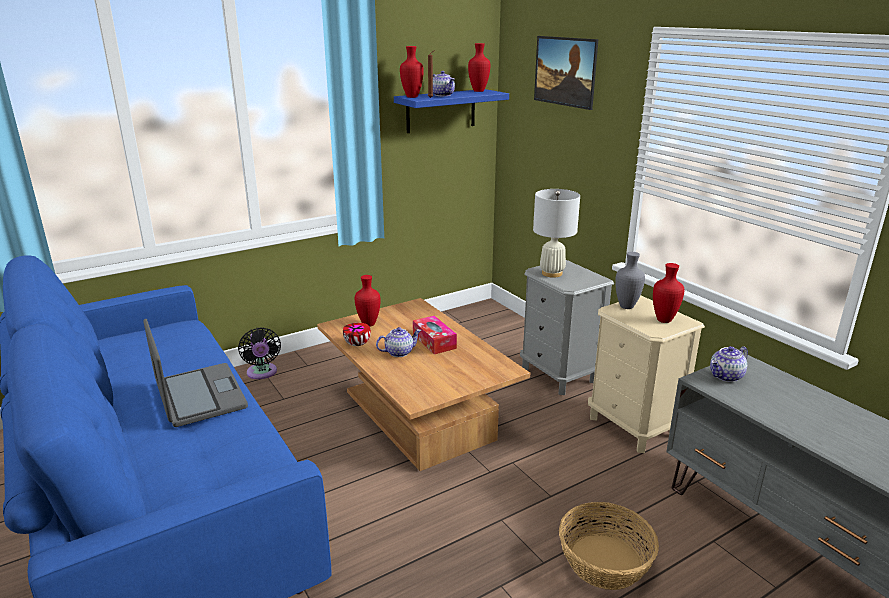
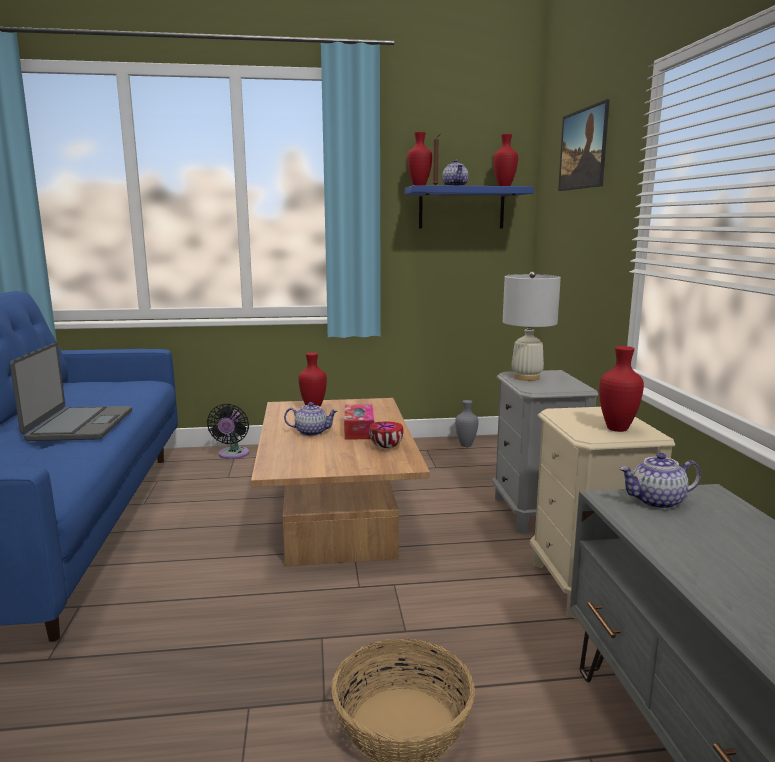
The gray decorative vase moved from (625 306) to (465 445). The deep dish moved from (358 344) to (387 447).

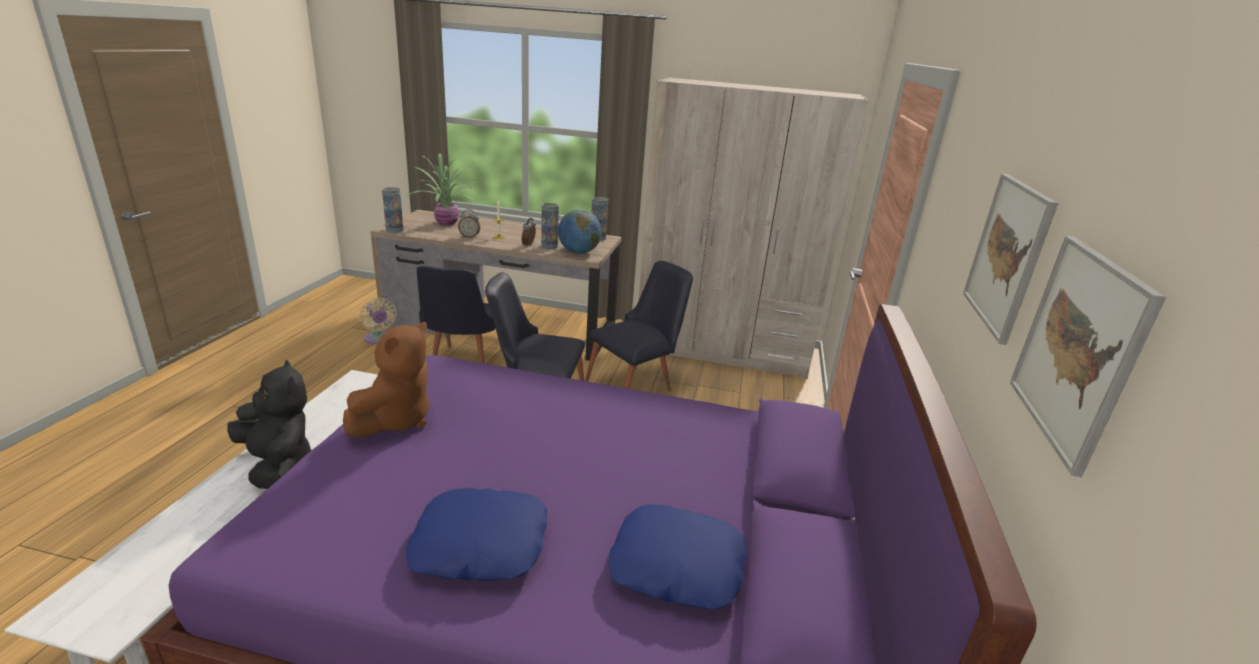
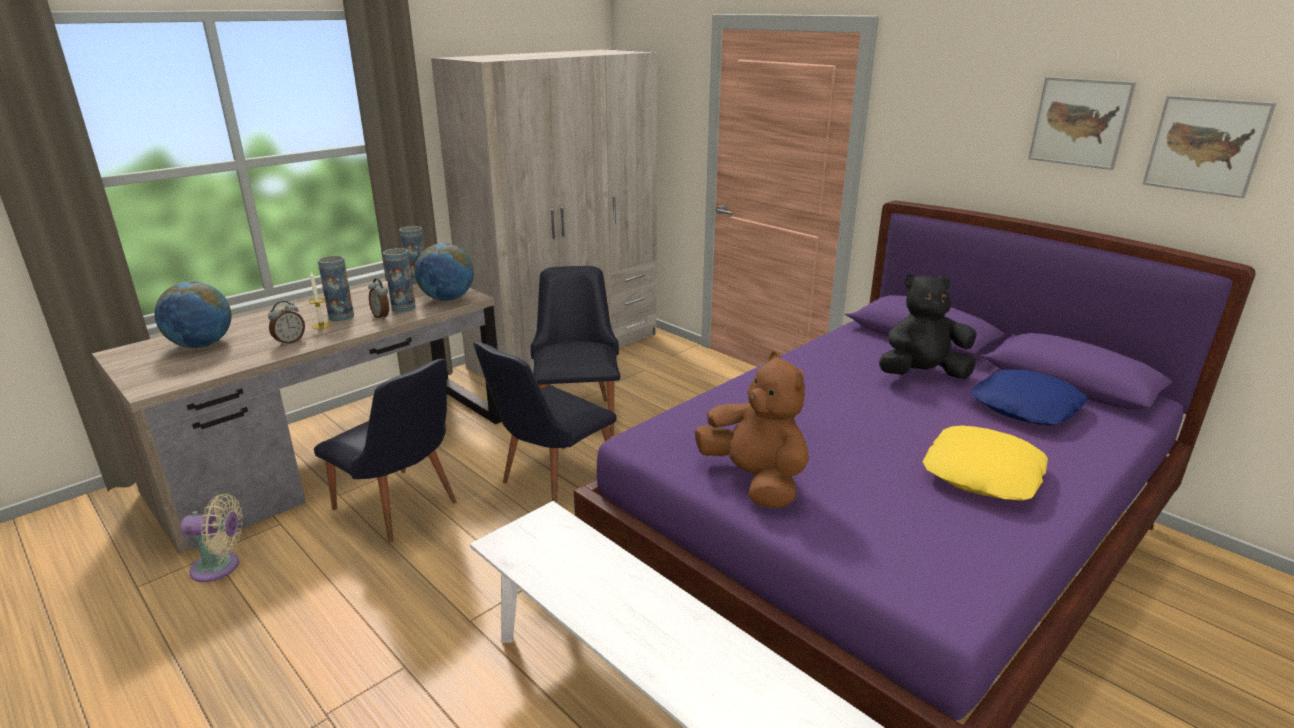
The potted plant at (447 223) was replaced by the desk globe at (202 345). The decorative vase moved from (394 230) to (341 316). The blackish soft toy moved from (277 464) to (922 375). The bluish cushion at (479 545) became the yellow-coloured cushion at (983 474).

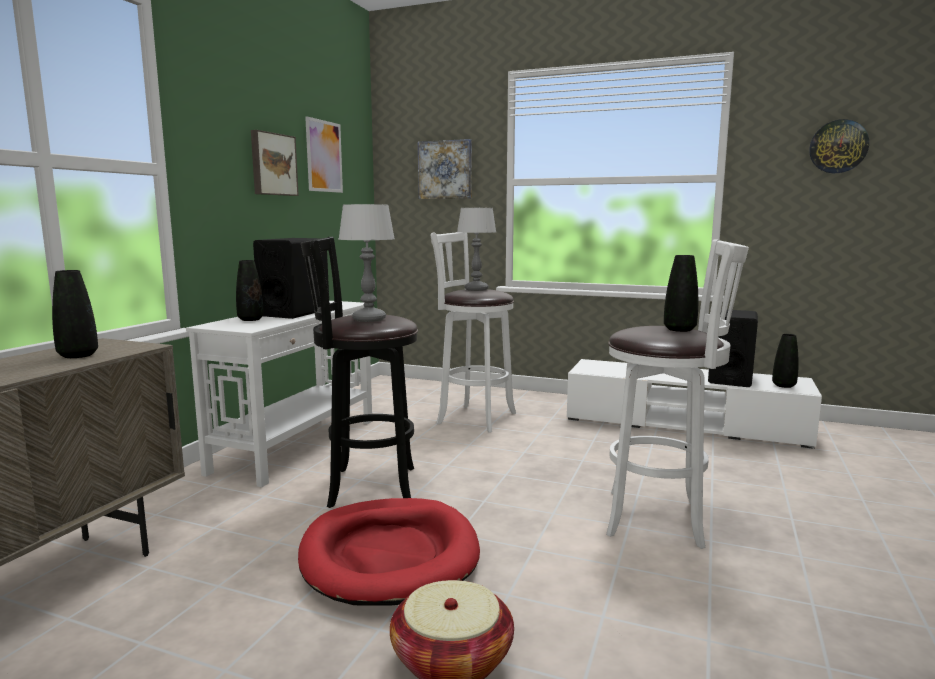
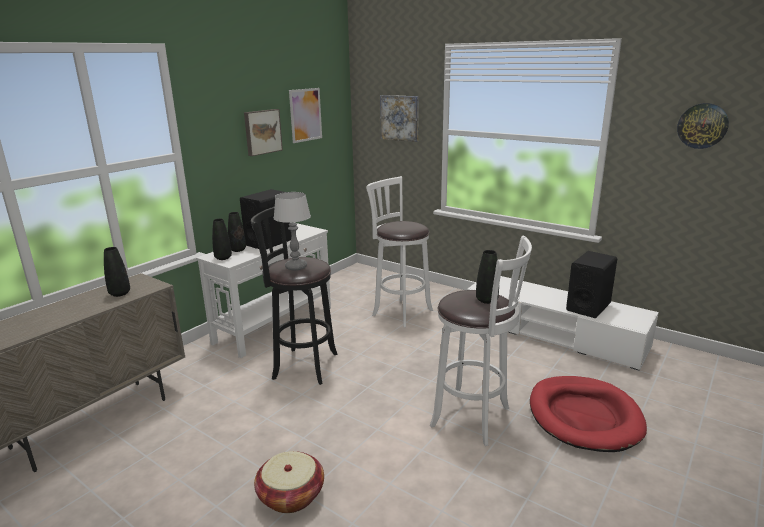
The tabletop lamp at (476 289) disappeared. The blackish decorative vase moved from (783 385) to (223 258). The red-coloured dog cushion moved from (389 556) to (584 416).

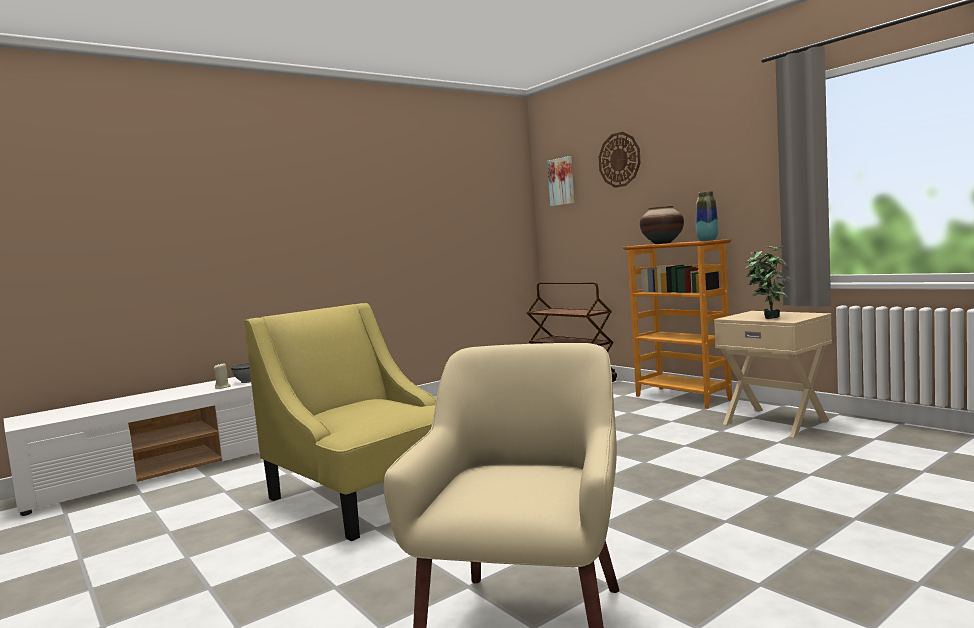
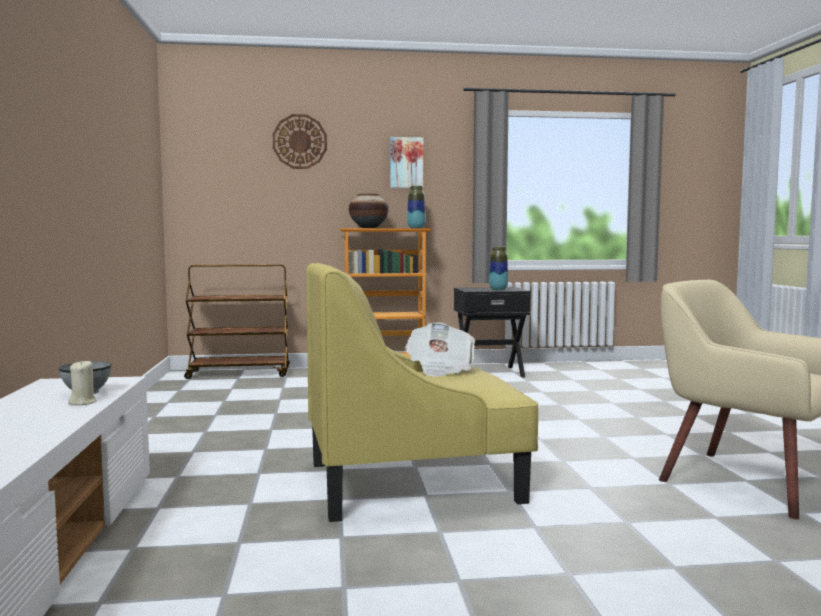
The picture moved from (562 181) to (406 163). The potted plant at (768 318) was replaced by the decorative vase at (498 289). The beige nightstand at (776 422) became the blackish nightstand at (489 372). The newspaper at (440 369) appeared.

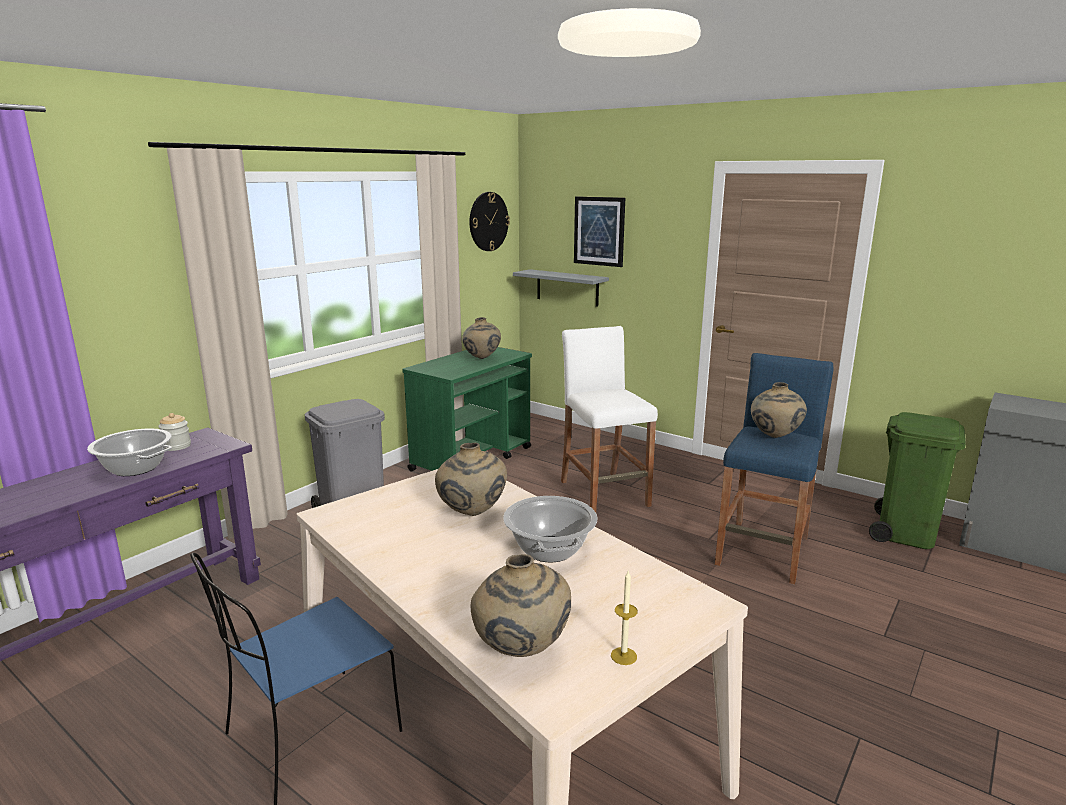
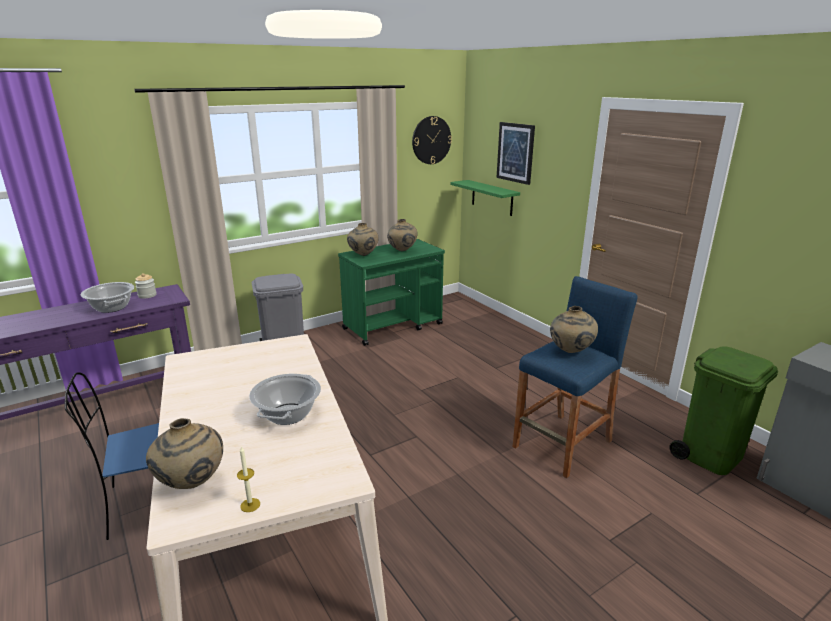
The gray wall shelf at (567 287) became the green wall shelf at (492 197). The white-coloured stool seat at (604 493) disappeared. The beige decorative vase moved from (472 514) to (363 255).

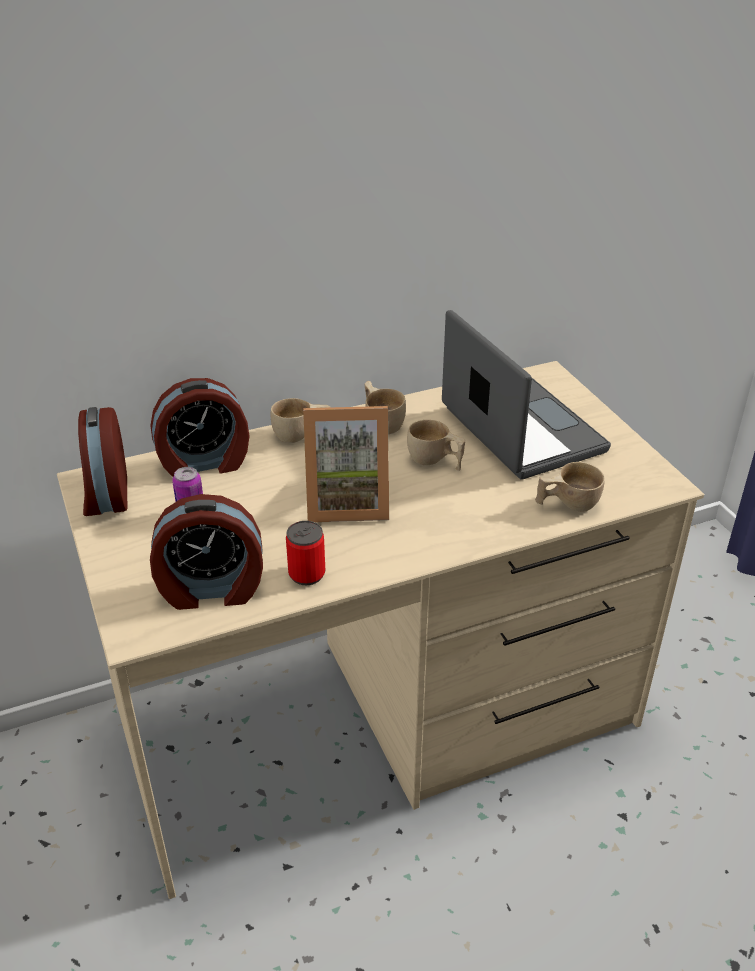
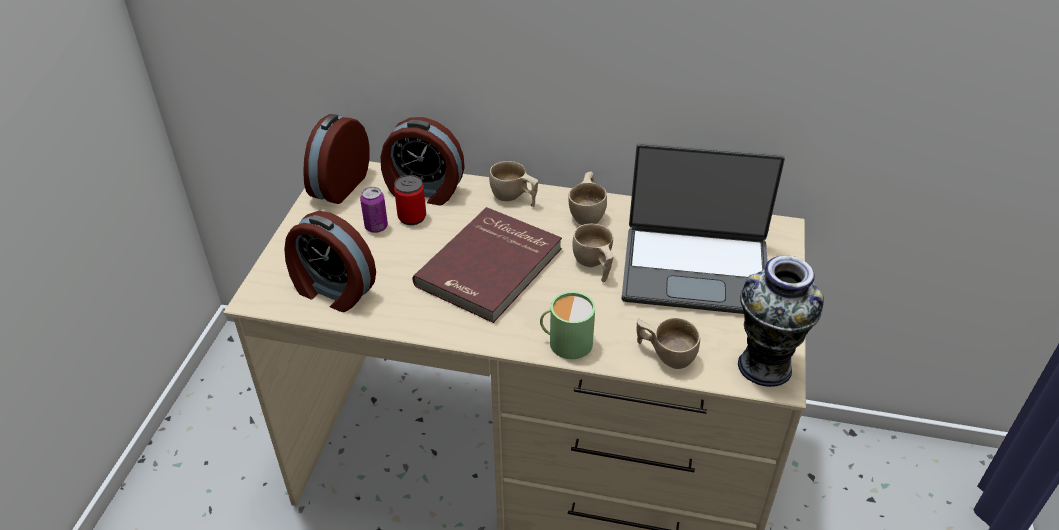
The laptop at (519 430) turned 90 degrees clockwise. The picture frame at (347 502) was replaced by the red-coloured bound book at (491 268). The metal can moved from (307 574) to (412 217). The decorative vase at (764 367) appeared. The green tea mug at (566 341) appeared.

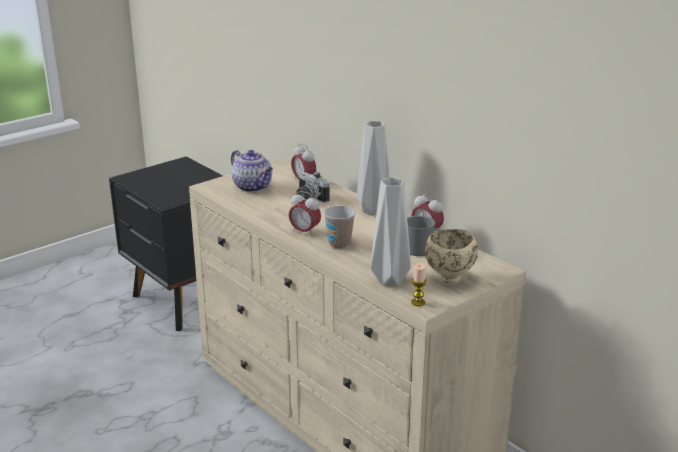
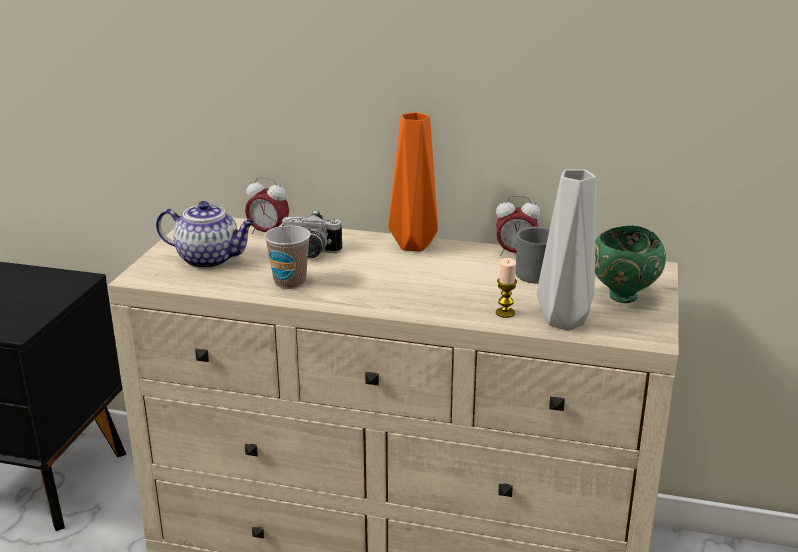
The gray decorative vase at (374 211) became the orange-coloured decorative vase at (415 246). The alarm clock at (304 232) disappeared. The small cup moved from (339 244) to (290 282). The beige deep dish at (448 279) became the green deep dish at (623 298). The wax light moved from (418 302) to (505 313).

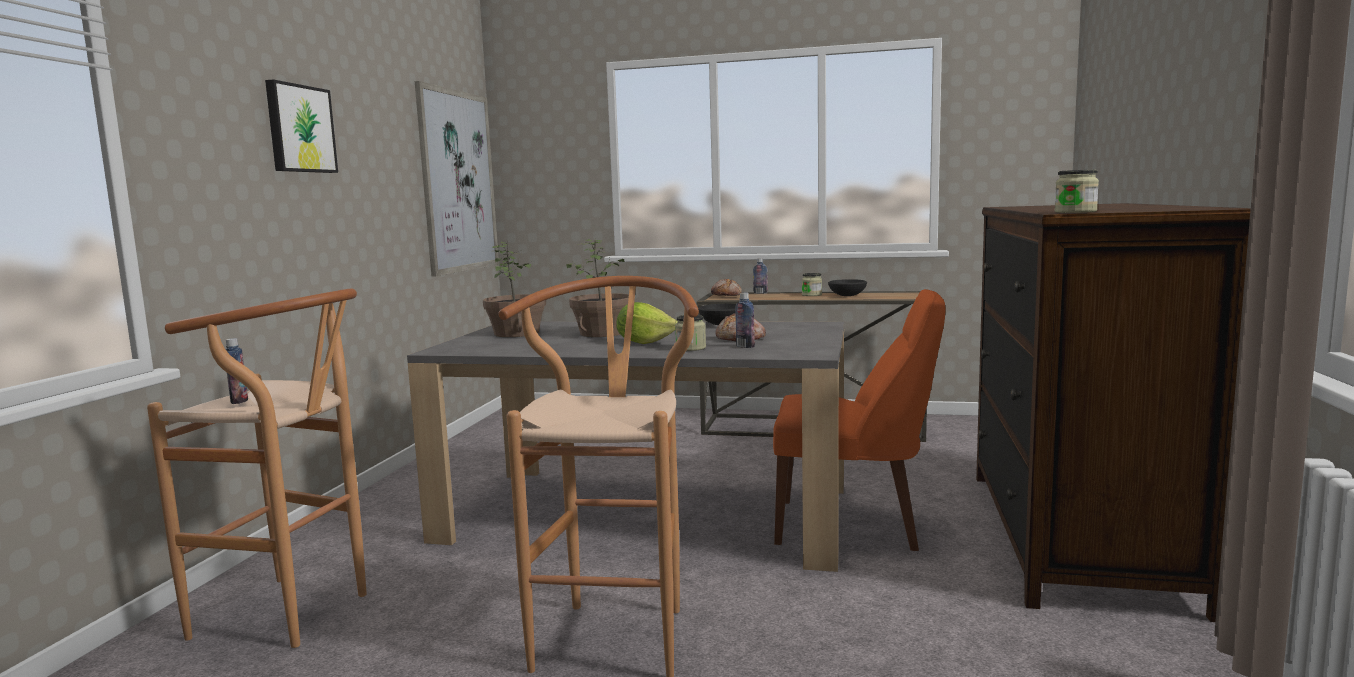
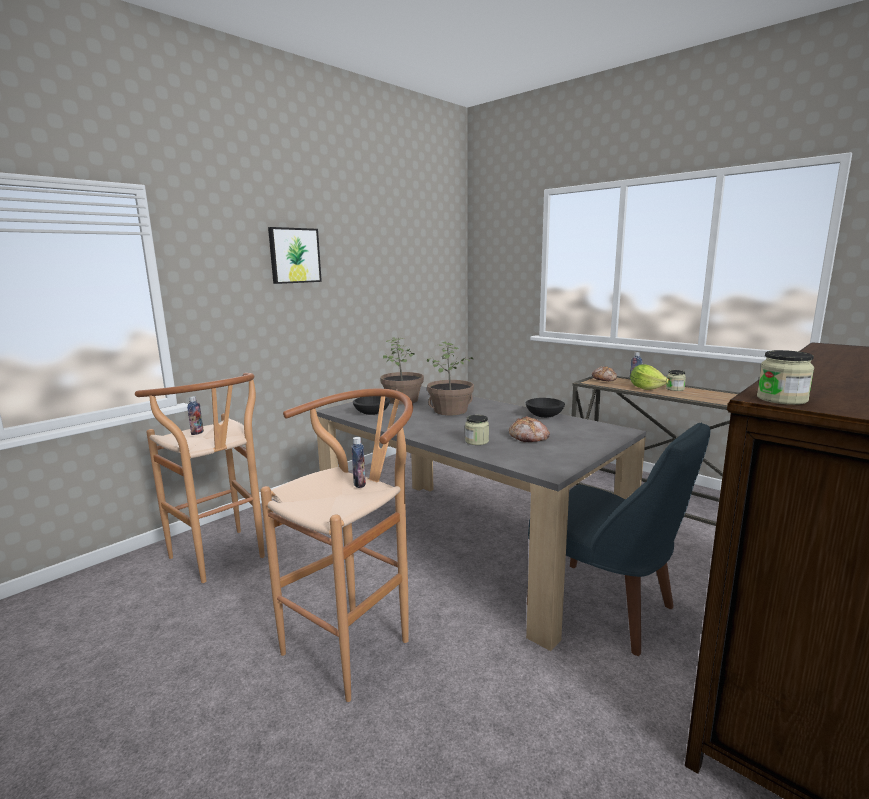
The picture at (458 181) disappeared. The blackish deep dish moved from (847 295) to (372 413). The orange-coloured upright chair at (854 525) became the bluish upright chair at (606 608). The drink bottle moved from (745 346) to (359 484). The lettuce head moved from (644 342) to (646 388).

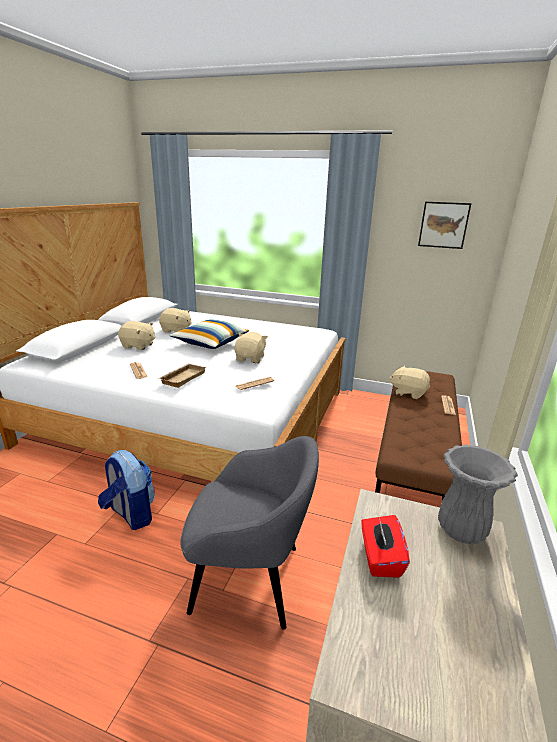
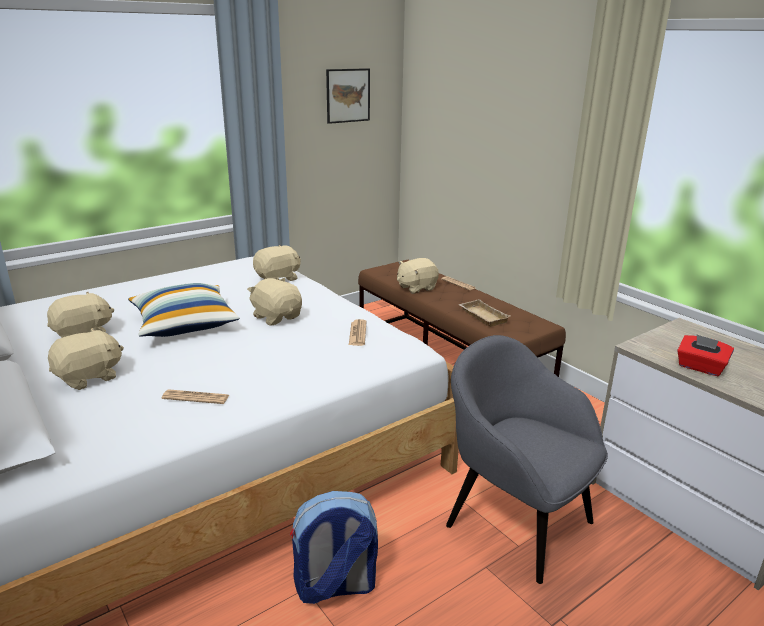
The beige carrying tray moved from (182 377) to (481 316). The gray armchair at (249 578) turned 90 degrees counterclockwise. The gray decorative vase at (460 531) disappeared. The beige soft toy at (278 279) appeared.

